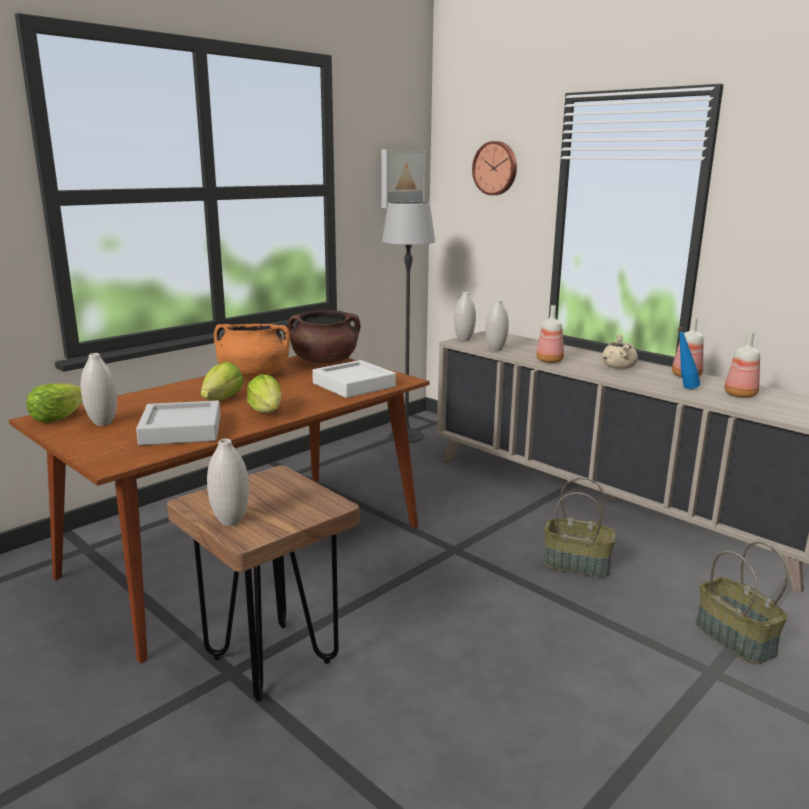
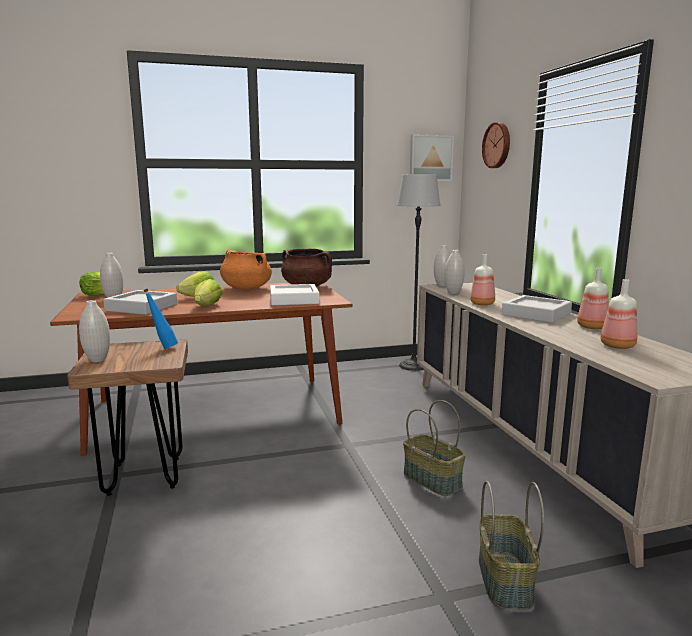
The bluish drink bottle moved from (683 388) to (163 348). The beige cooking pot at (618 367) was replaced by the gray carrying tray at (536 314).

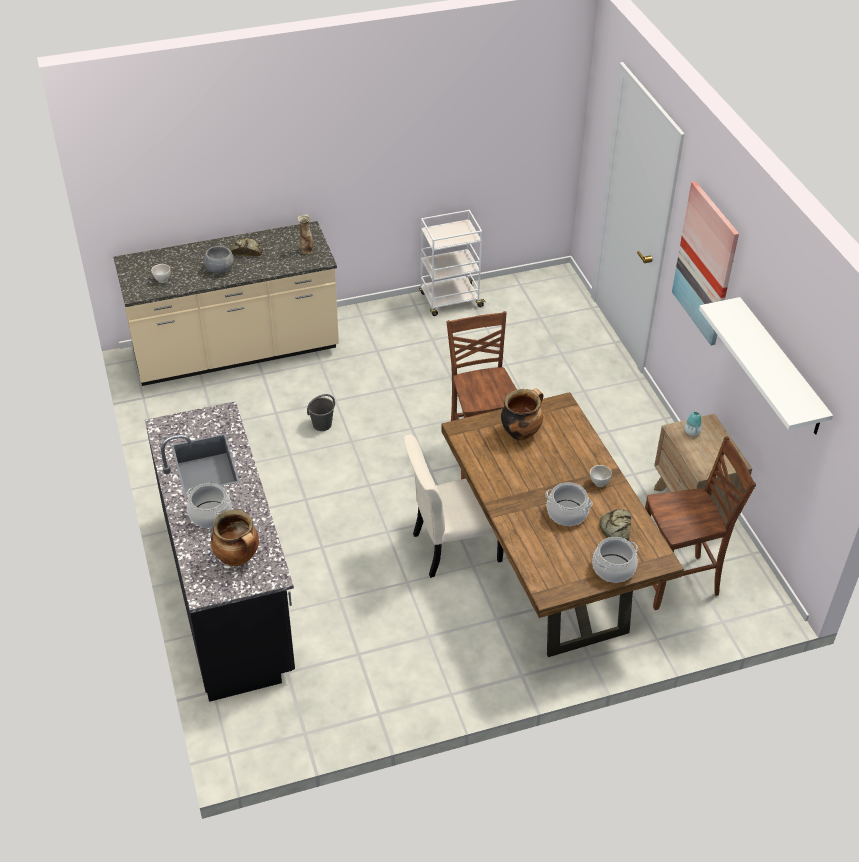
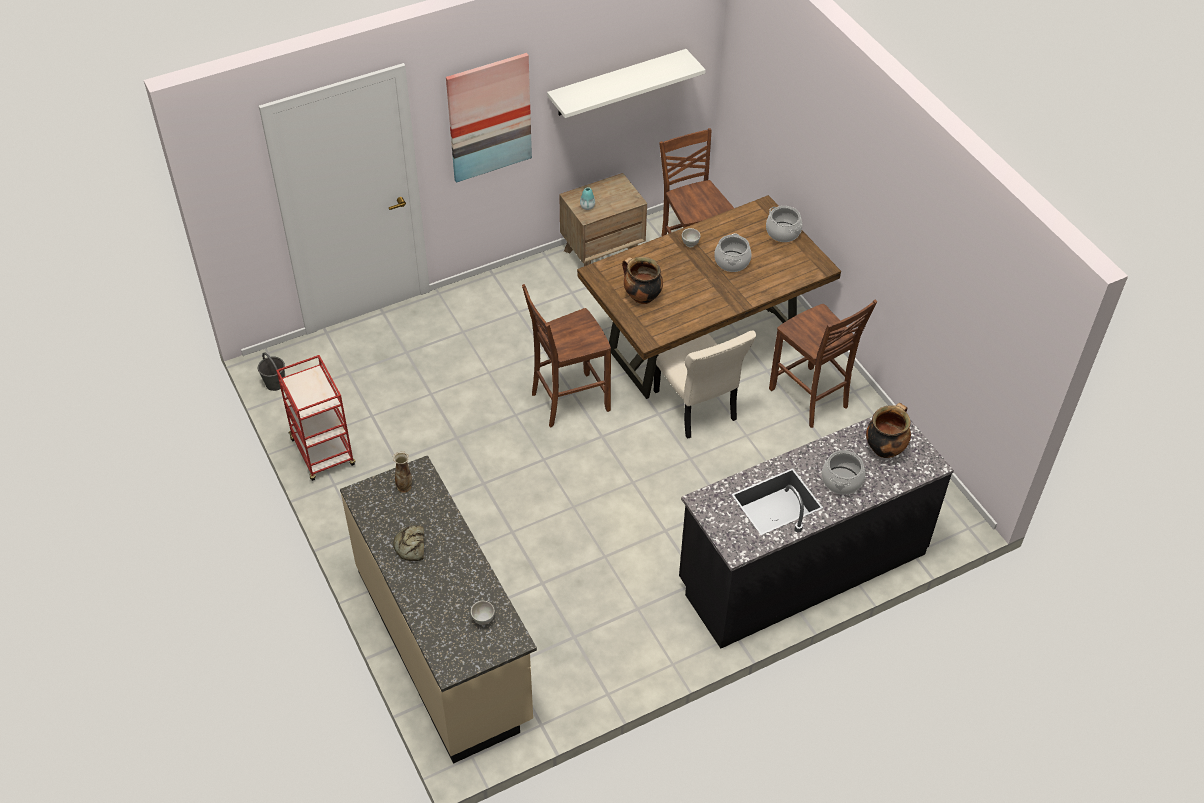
The white-coloured cart at (450 300) became the red-coloured cart at (323 453). The gray deep dish at (219 269) disappeared. The gray bucket moved from (321 425) to (275 383). The baked bread at (616 528) disappeared. The brownish upright chair at (810 399) appeared.

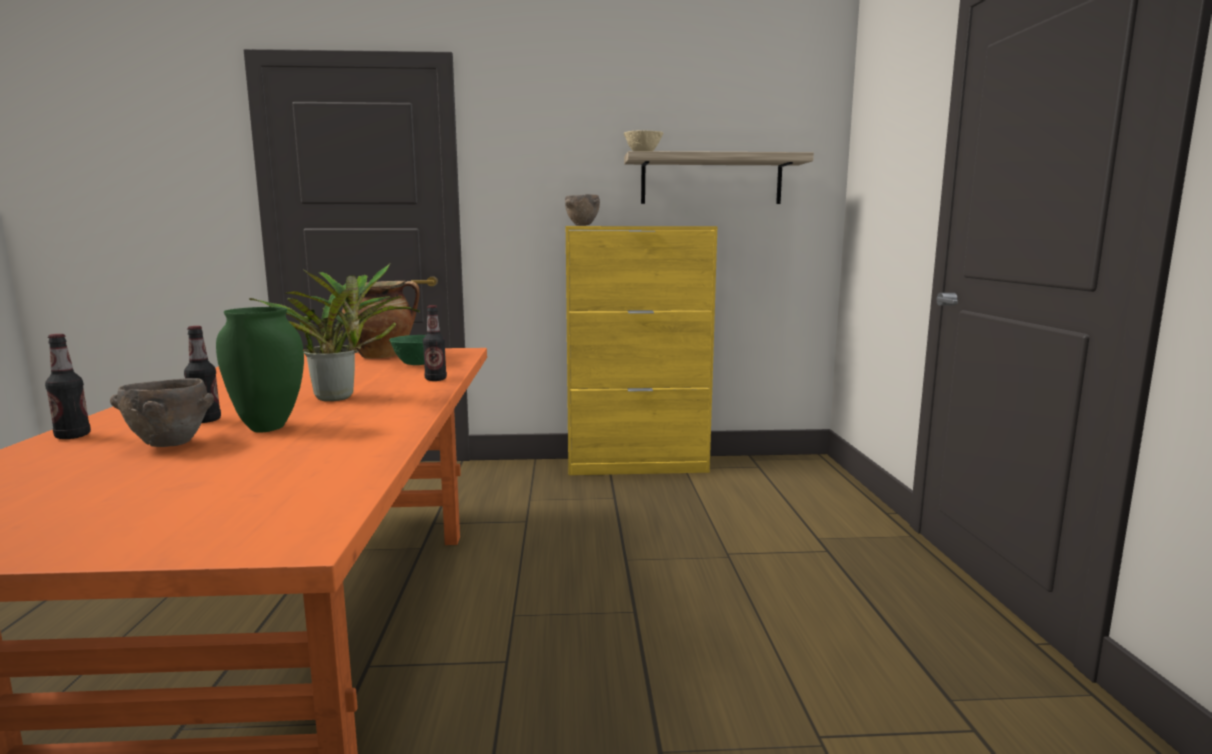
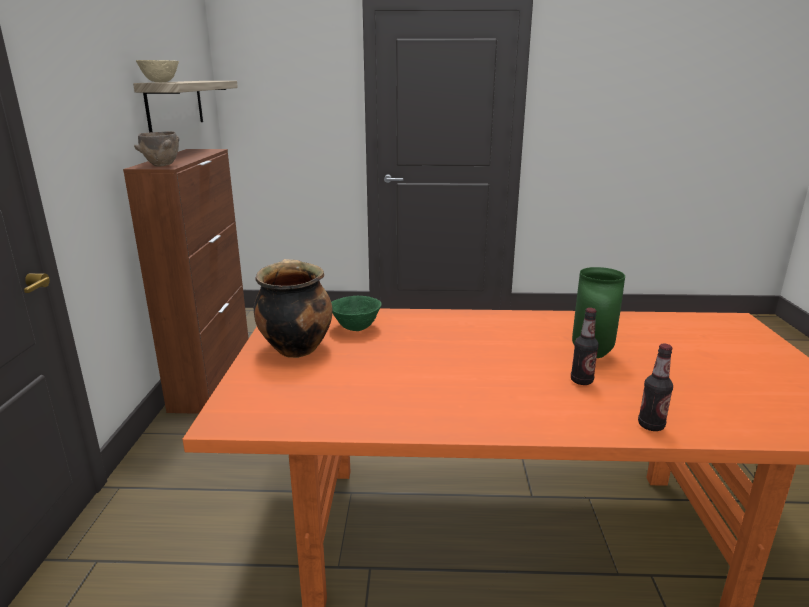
The yellow-coloured cupboard at (638 466) became the brownish cupboard at (213 378). The potted plant at (340 398) disappeared. The drink bottle at (435 379) disappeared. The brownish deep dish at (172 445) disappeared.

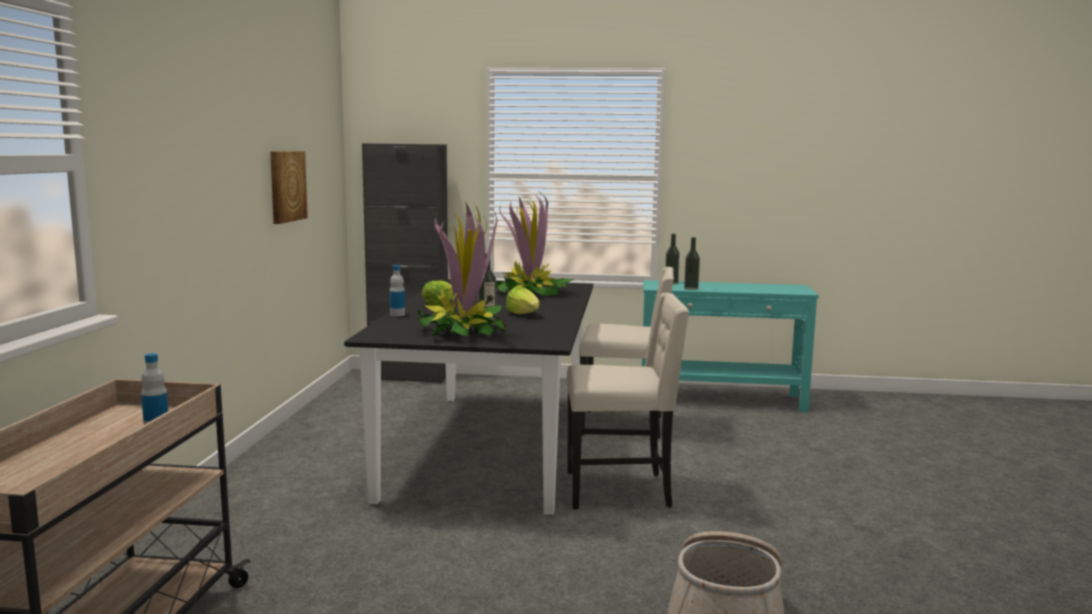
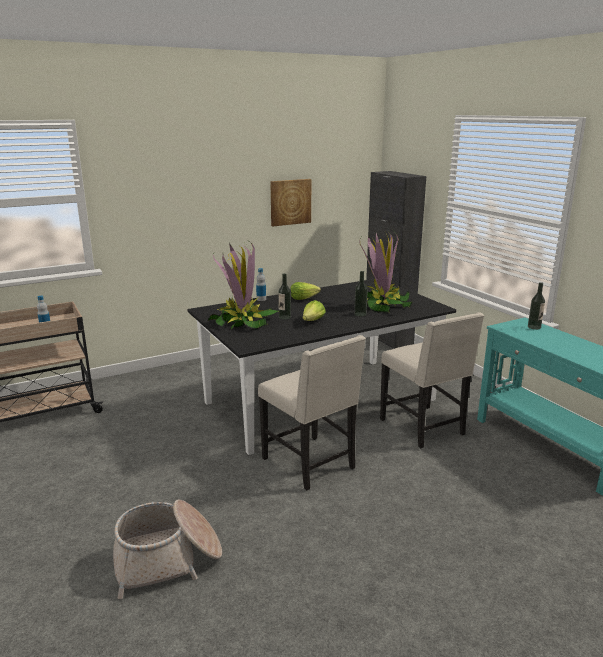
The drink bottle moved from (691 288) to (360 314).

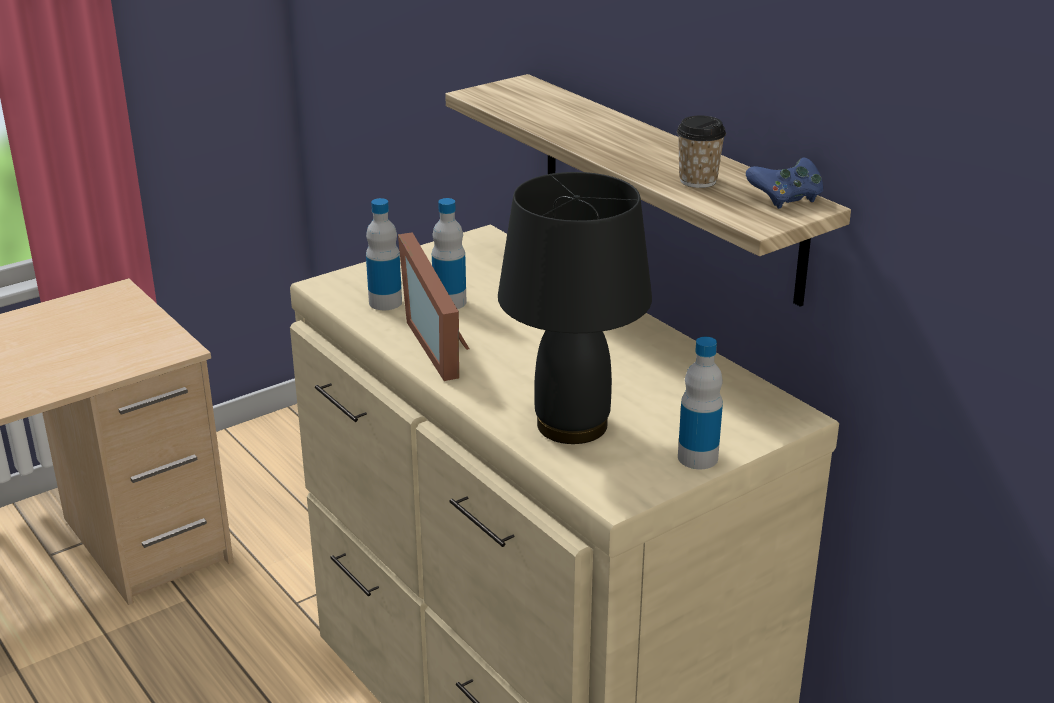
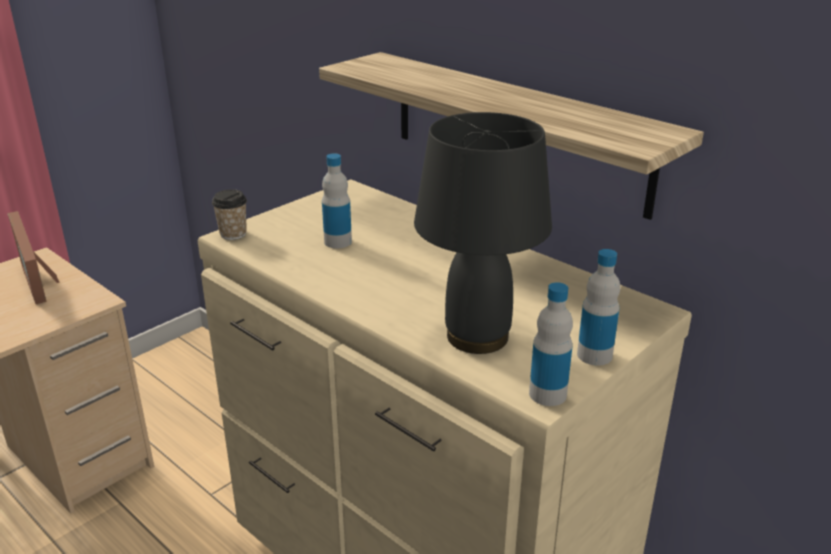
The small cup moved from (698 181) to (233 234). The bluish game controller at (785 199) disappeared. The drink bottle moved from (385 302) to (547 394). The picture frame moved from (443 343) to (42 280).

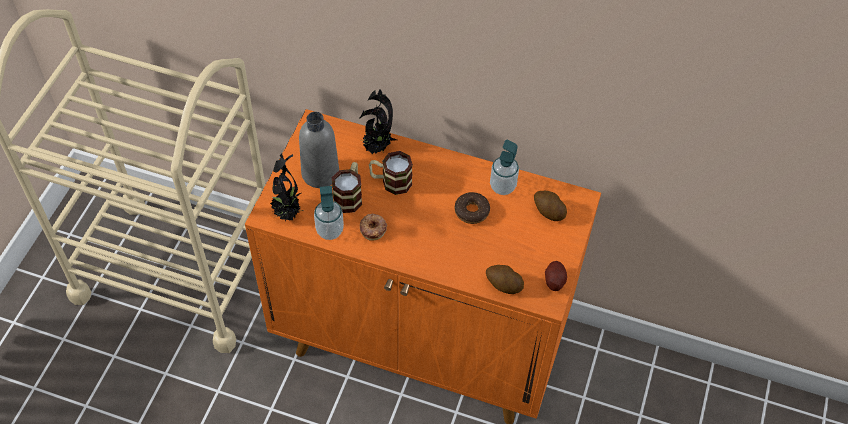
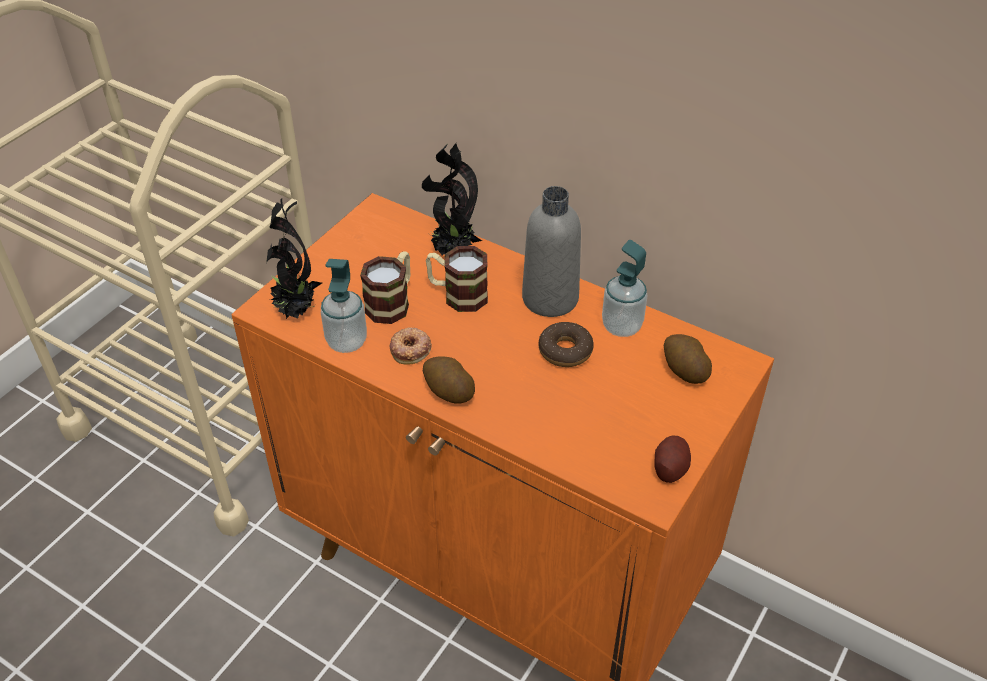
The gray drink bottle moved from (320 173) to (550 298). The spud moved from (503 285) to (448 391).

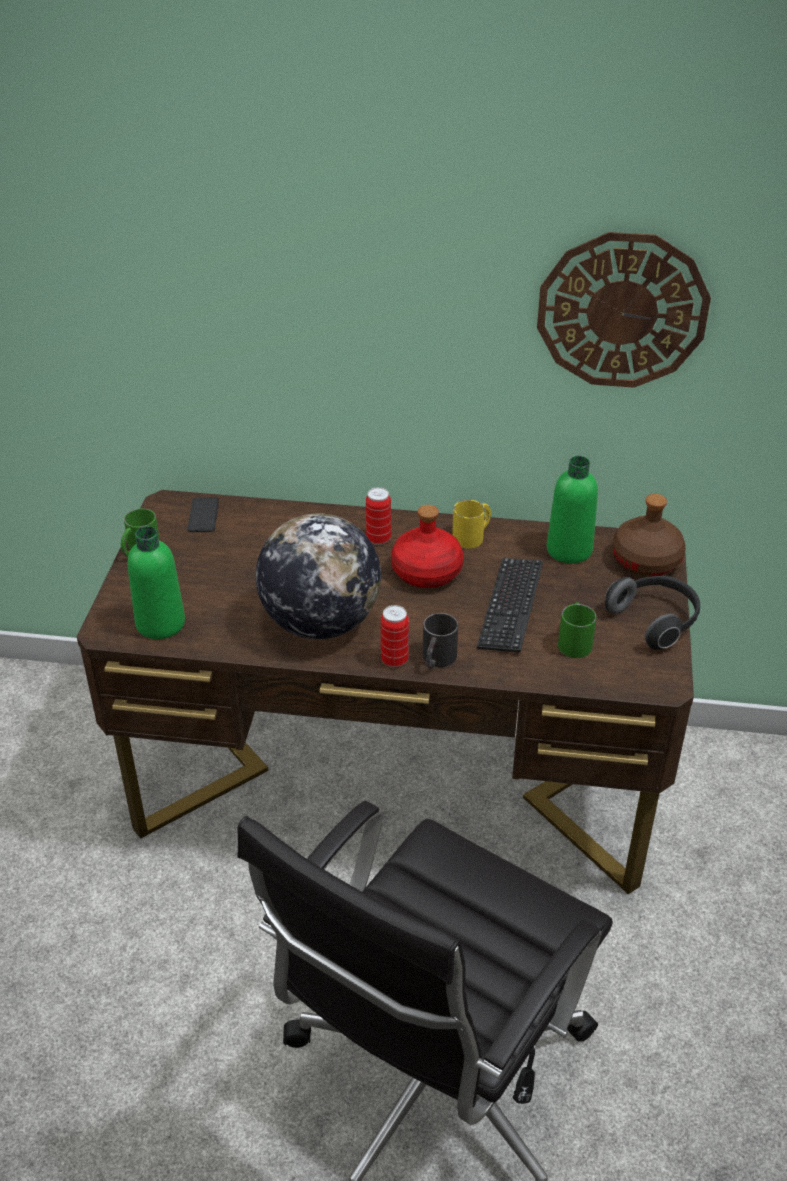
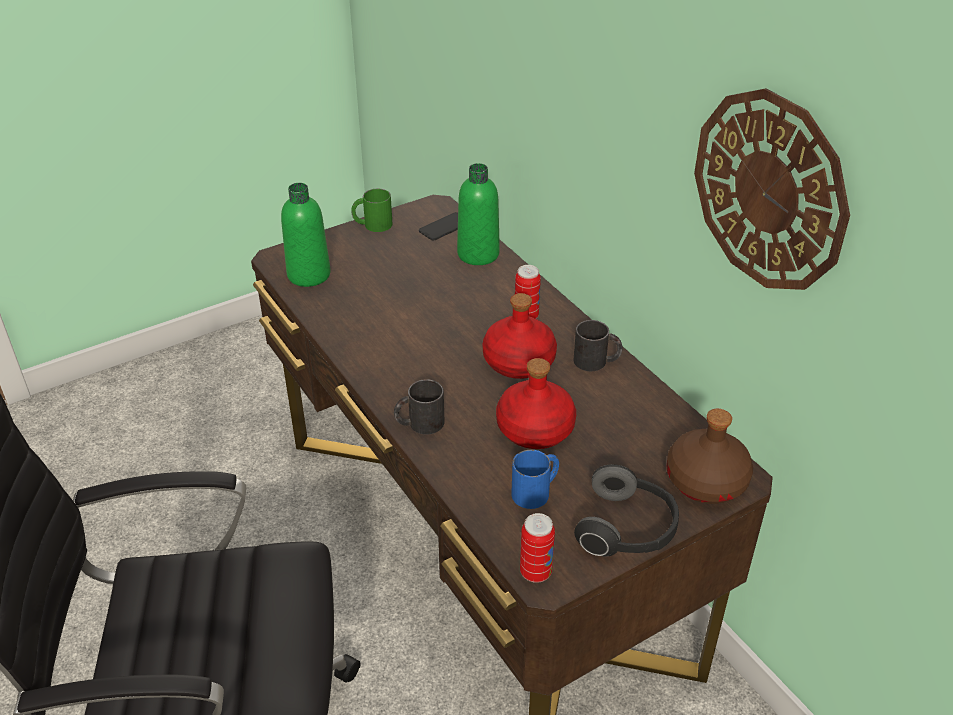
The green drink bottle moved from (569 550) to (478 254). The yellow-coloured tea mug at (472 536) became the blackish tea mug at (597 361). The desk globe at (320 623) disappeared. The keyboard at (510 606) was replaced by the red-coloured drink bottle at (535 429). The green tea mug at (574 641) became the bluish tea mug at (536 491). The metal can moved from (394 660) to (535 572).

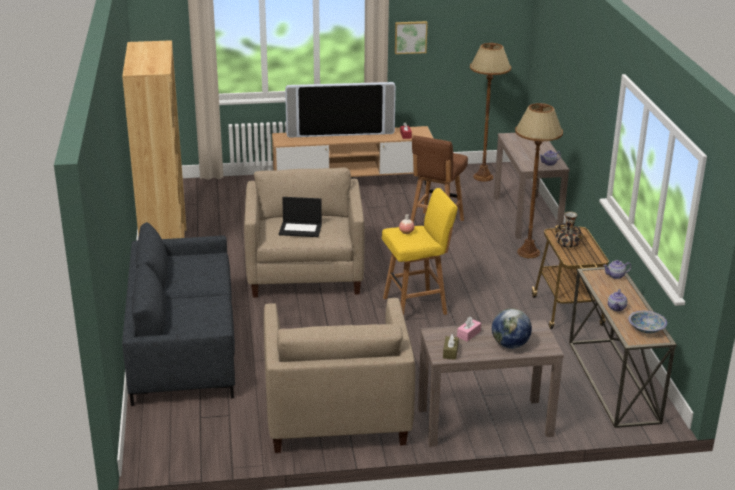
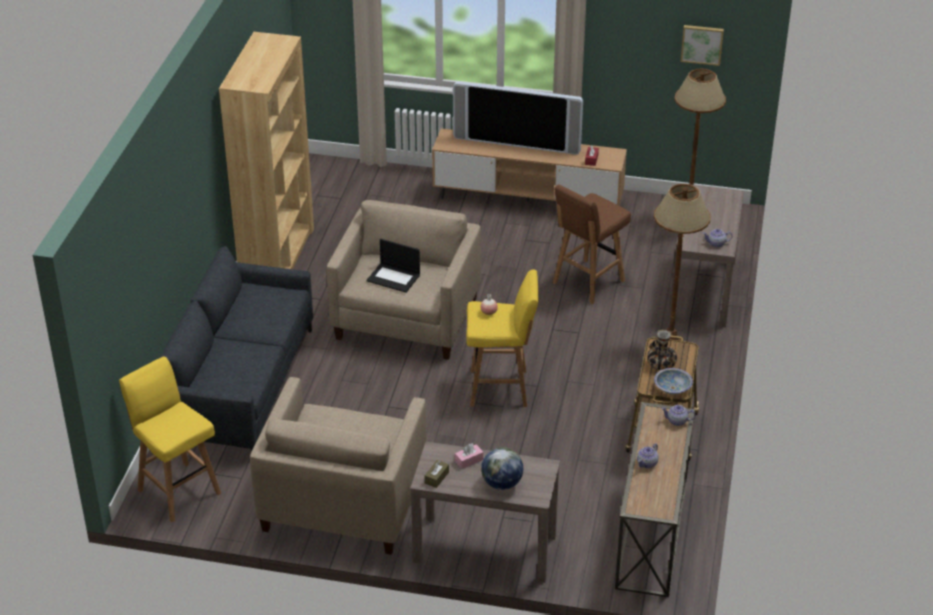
The picture moved from (410 37) to (702 44). The deep dish moved from (646 329) to (672 388). The yellow-coloured stool seat at (178 490) appeared.

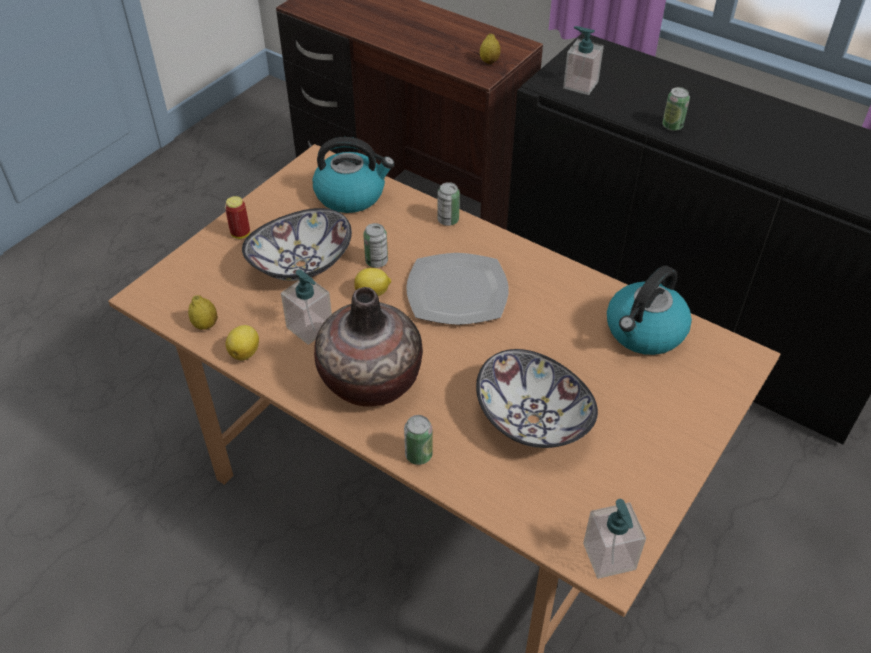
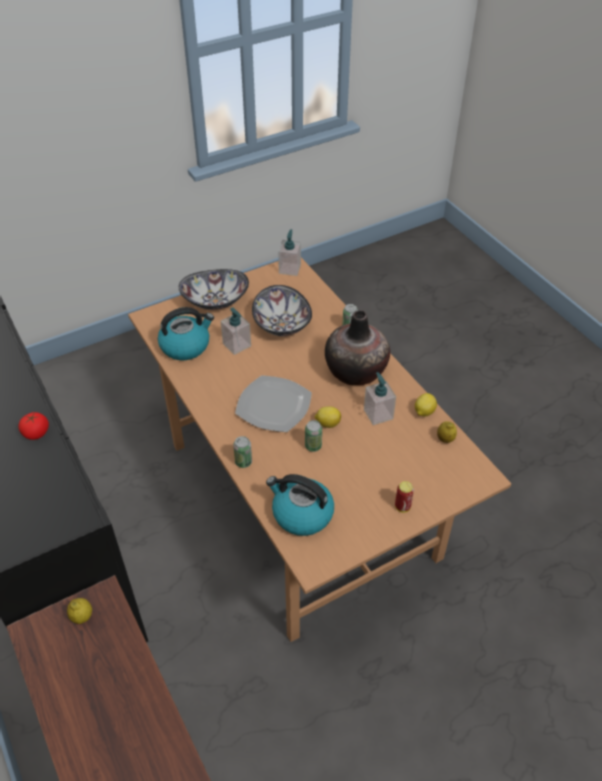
The soap dispenser moved from (580 85) to (237 345). The metal can at (672 126) was replaced by the whole tomato at (36 433). The deep dish moved from (301 265) to (215 301).

